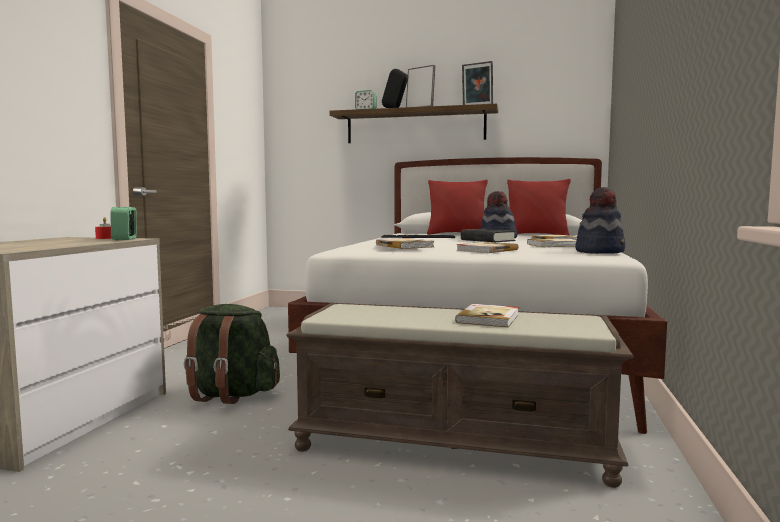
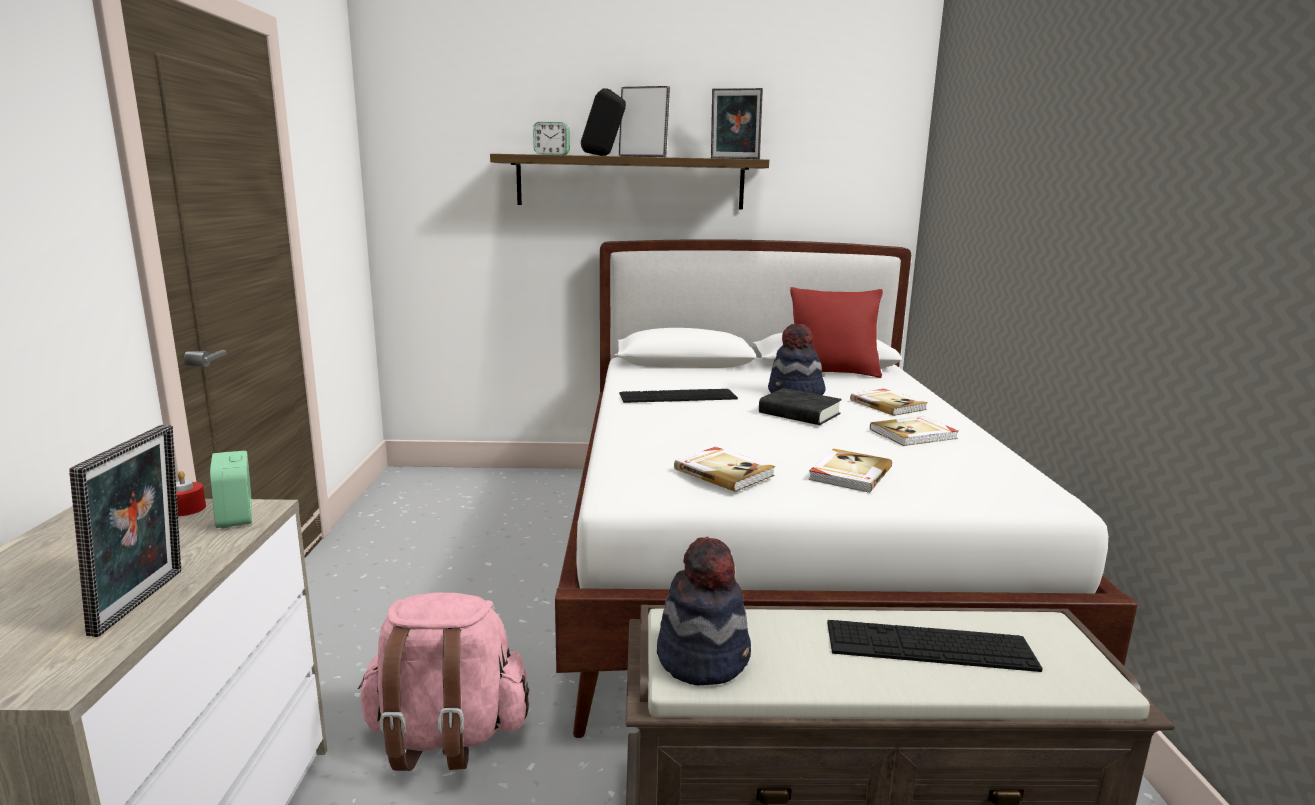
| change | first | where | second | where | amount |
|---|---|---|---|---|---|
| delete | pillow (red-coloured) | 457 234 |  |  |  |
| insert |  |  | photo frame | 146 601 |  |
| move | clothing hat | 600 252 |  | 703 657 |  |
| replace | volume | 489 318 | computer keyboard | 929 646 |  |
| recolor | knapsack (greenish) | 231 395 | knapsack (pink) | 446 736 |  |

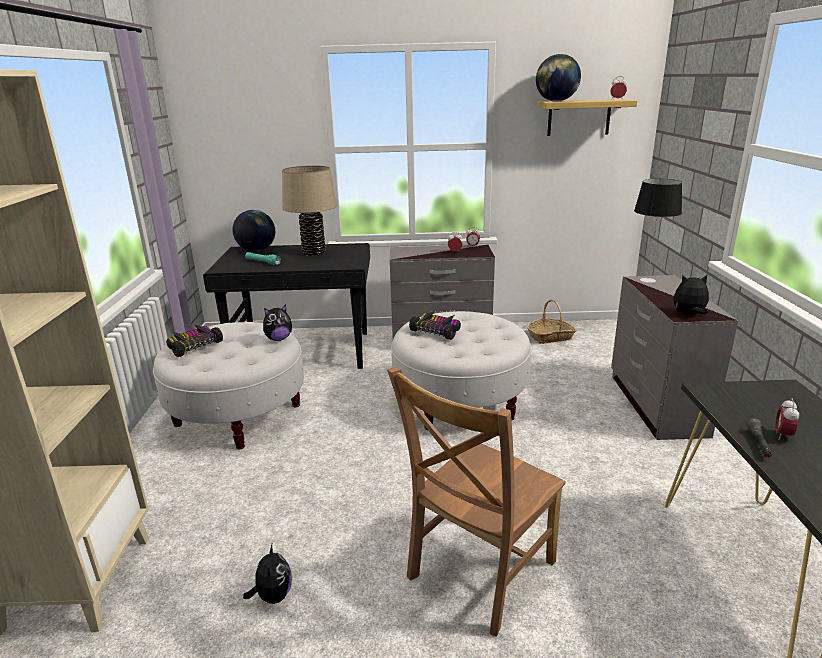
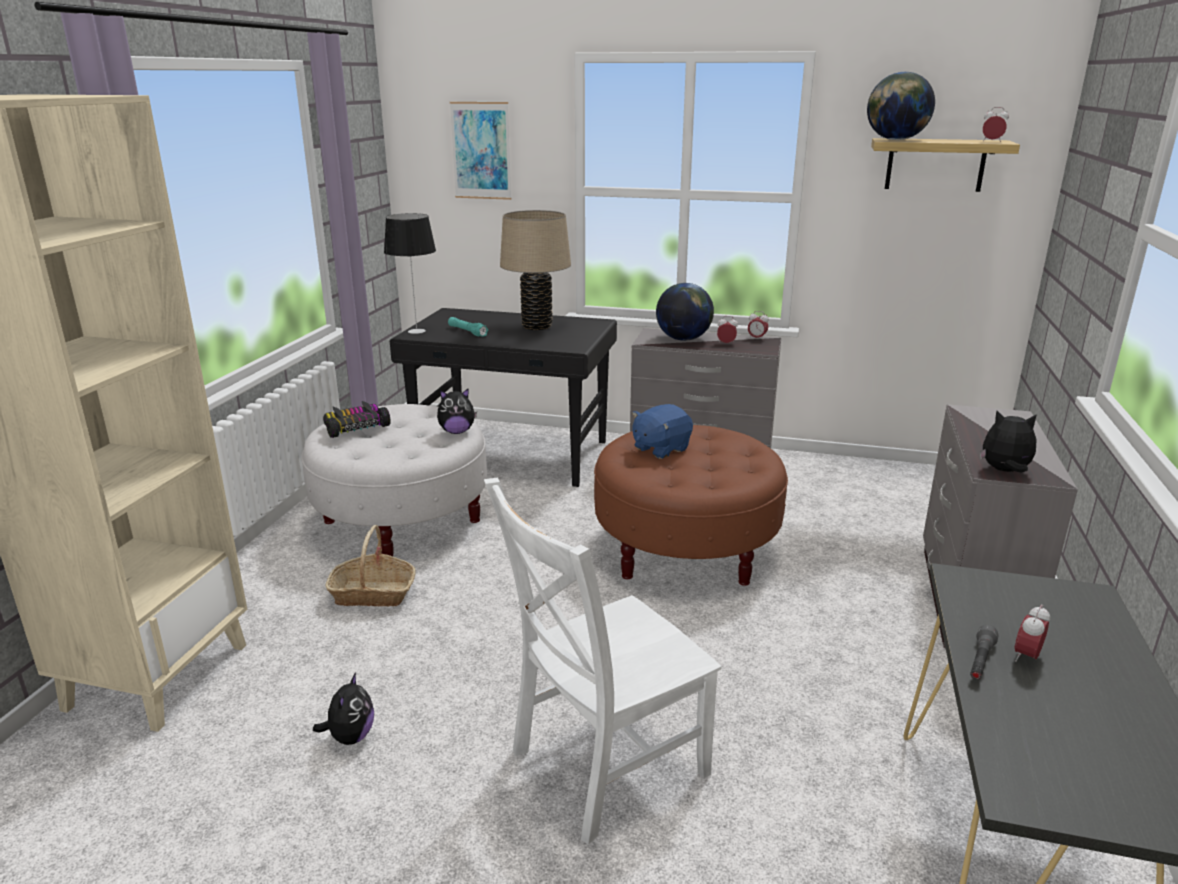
| change | first | where | second | where | amount |
|---|---|---|---|---|---|
| insert |  |  | wall picture | 481 151 |  |
| move | globe | 256 250 |  | 683 339 |  |
| move | basket | 550 337 |  | 373 593 |  |
| move | lamp for a table | 647 280 |  | 416 331 |  |
| replace | model car | 436 331 | soft toy (blue) | 660 448 |  |
| recolor | plain chair (brown) | 478 573 | plain chair (white) | 602 766 |  |
| recolor | ottoman (white) | 460 401 | ottoman (brown) | 686 549 |  |

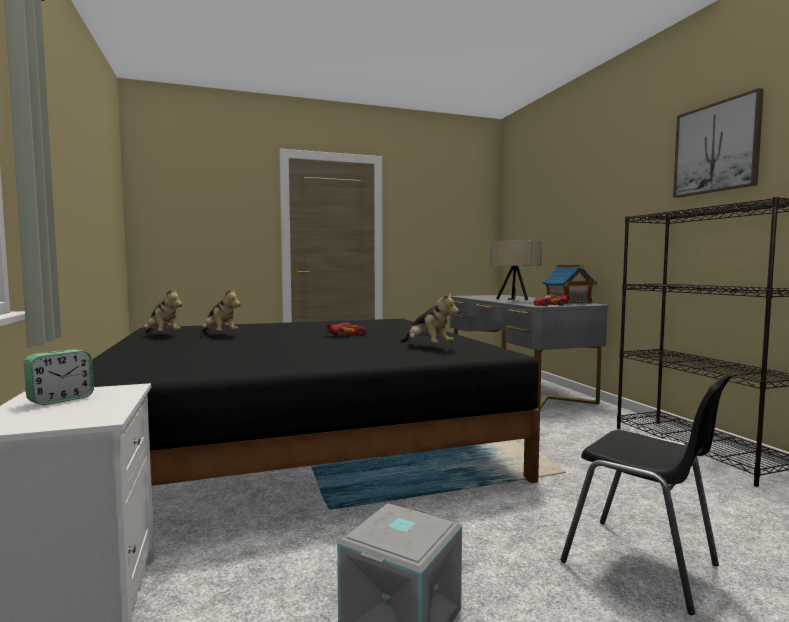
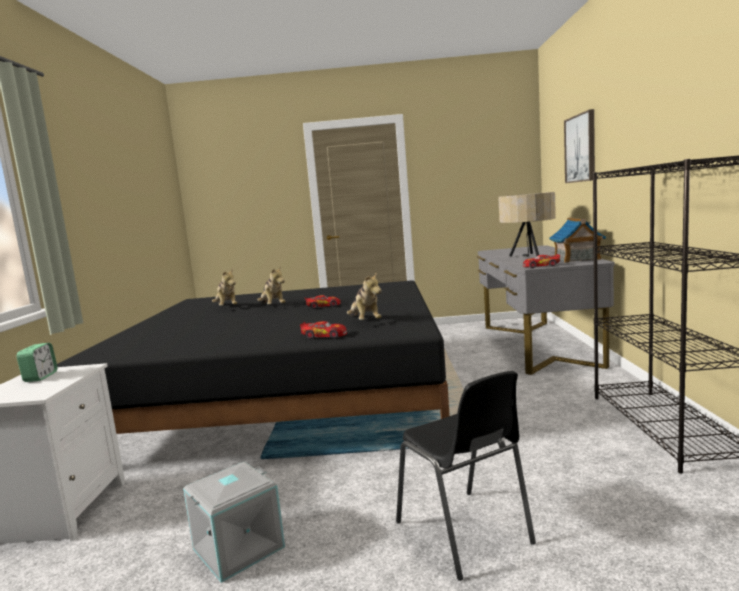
| change | first | where | second | where | amount |
|---|---|---|---|---|---|
| insert |  |  | model car | 325 336 |  |
| move | soft toy | 162 335 |  | 272 306 |  |
| move | wall picture | 716 148 |  | 581 148 |  |
| rotate | alarm clock | 61 399 |  | 40 377 | 60 degrees counterclockwise |

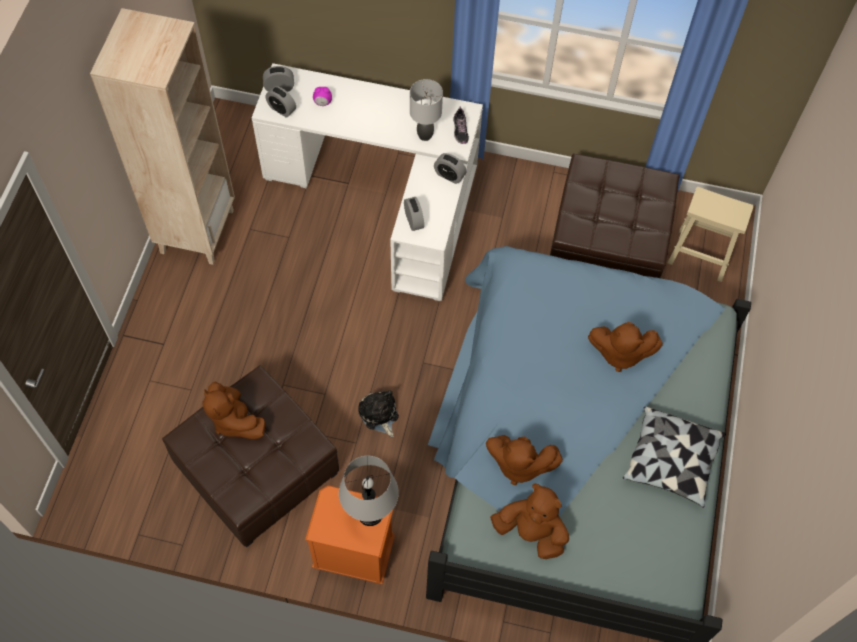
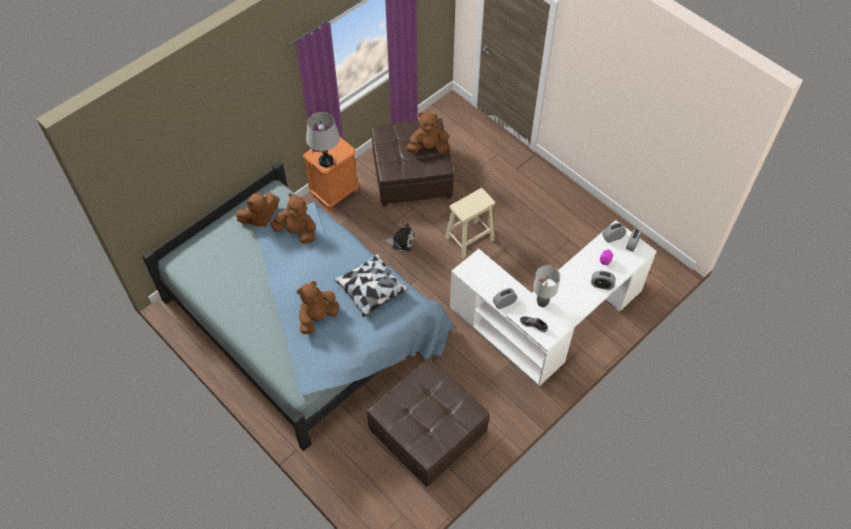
| change | first | where | second | where | amount |
|---|---|---|---|---|---|
| delete | bookcase (beige) | 197 230 |  |  |  |
| move | alarm clock | 413 220 |  | 601 285 |  |
| move | pillow | 671 462 |  | 370 289 |  |
| move | stool (beige) | 699 255 |  | 470 238 |  |
| rotate | soft toy (brown) | 518 464 |  | 297 232 | 60 degrees clockwise |

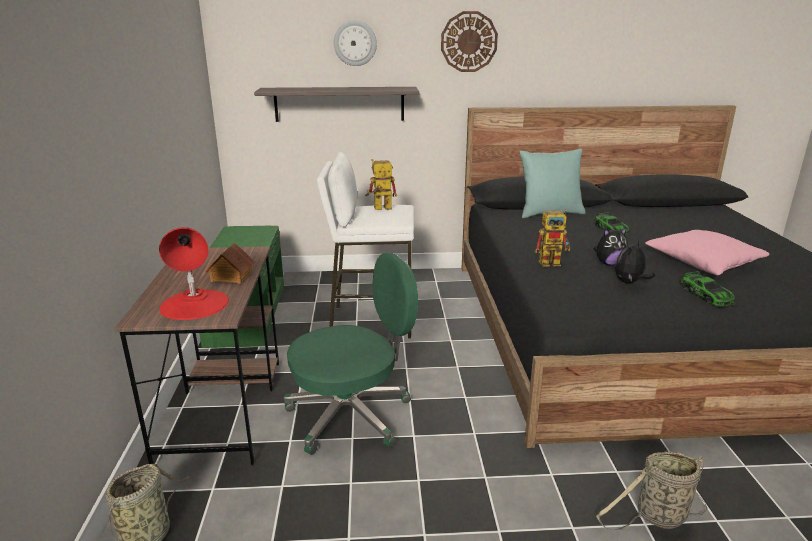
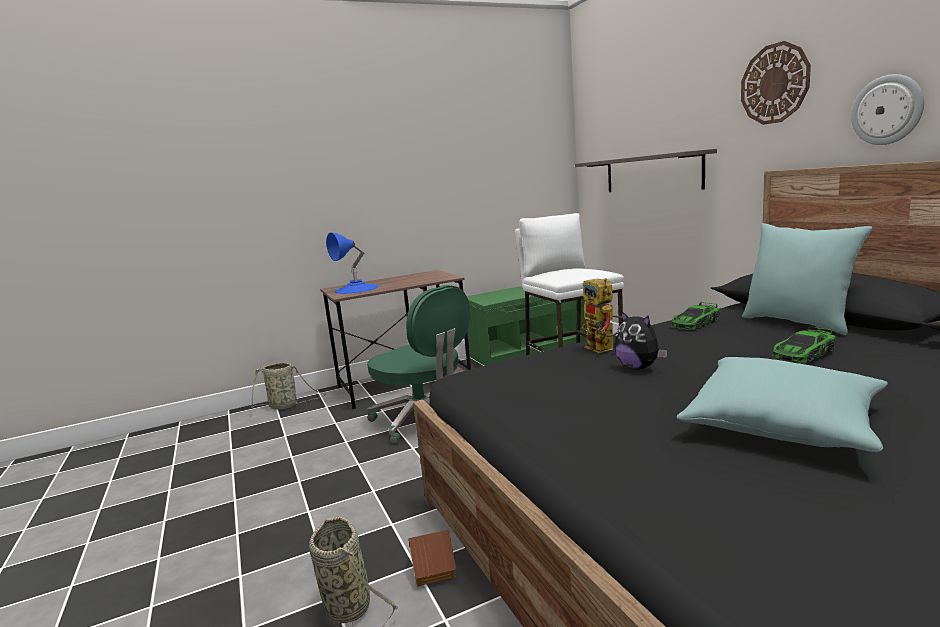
| change | first | where | second | where | amount |
|---|---|---|---|---|---|
| delete | model robot | 378 209 |  |  |  |
| delete | soft toy | 629 282 |  |  |  |
| move | model house | 231 276 |  | 432 568 |  |
| move | clock on the wall | 355 43 |  | 887 110 |  |
| move | model car | 706 295 |  | 695 323 |  |
| recolor | lamp for a table (red-coloured) | 195 304 | lamp for a table (blue) | 356 289 |  |
| recolor | pillow (pink) | 702 263 | pillow (blue-green) | 782 425 |  |

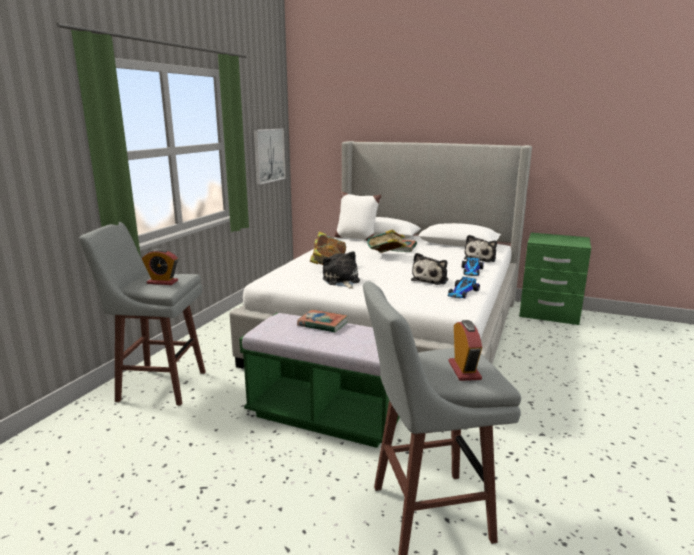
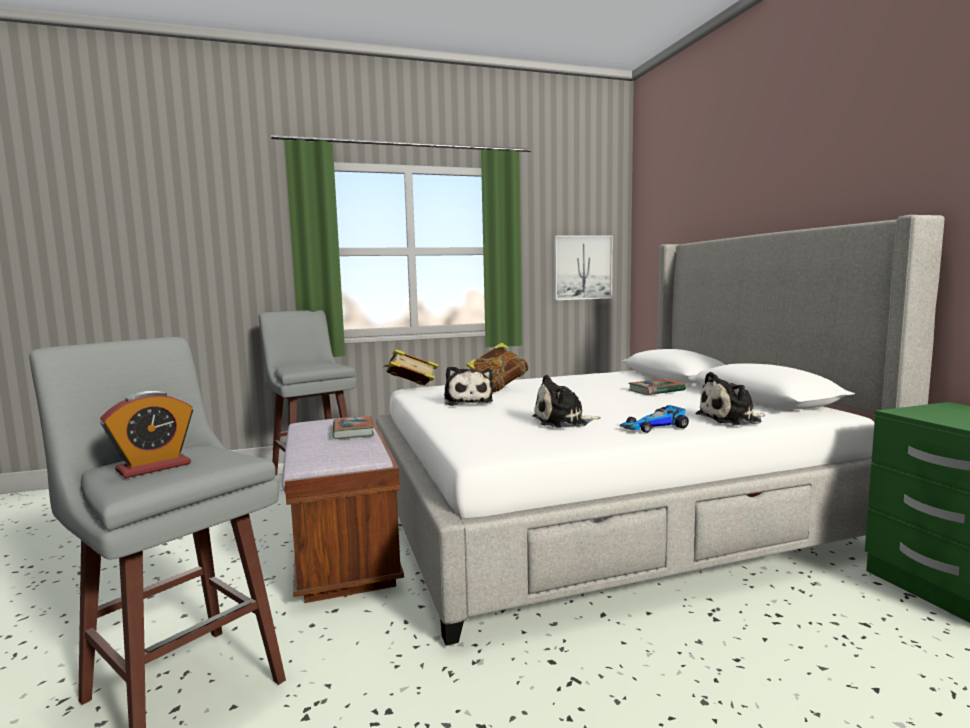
| change | first | where | second | where | amount |
|---|---|---|---|---|---|
| delete | alarm clock | 162 282 |  |  |  |
| delete | pillow (white) | 356 238 |  |  |  |
| delete | model car | 462 293 |  |  |  |
| move | volume | 386 256 |  | 411 388 |  |
| recolor | long seat (greenish) | 326 415 | long seat (brown) | 344 552 |  |
| rotate | soft toy | 341 281 |  | 467 401 | 135 degrees clockwise |

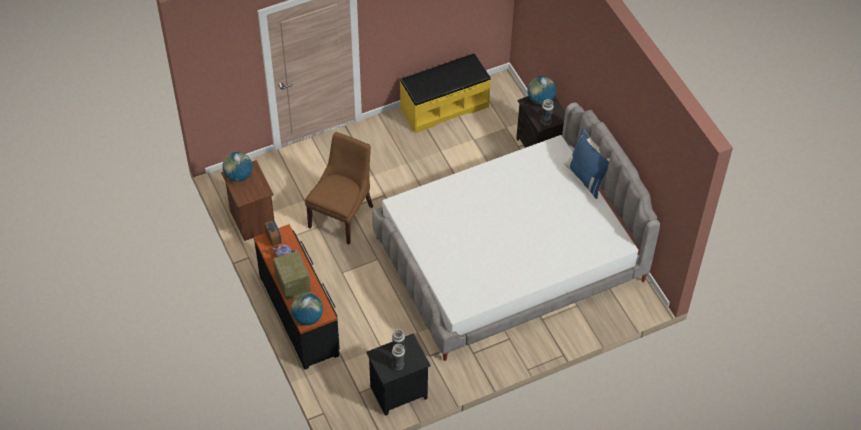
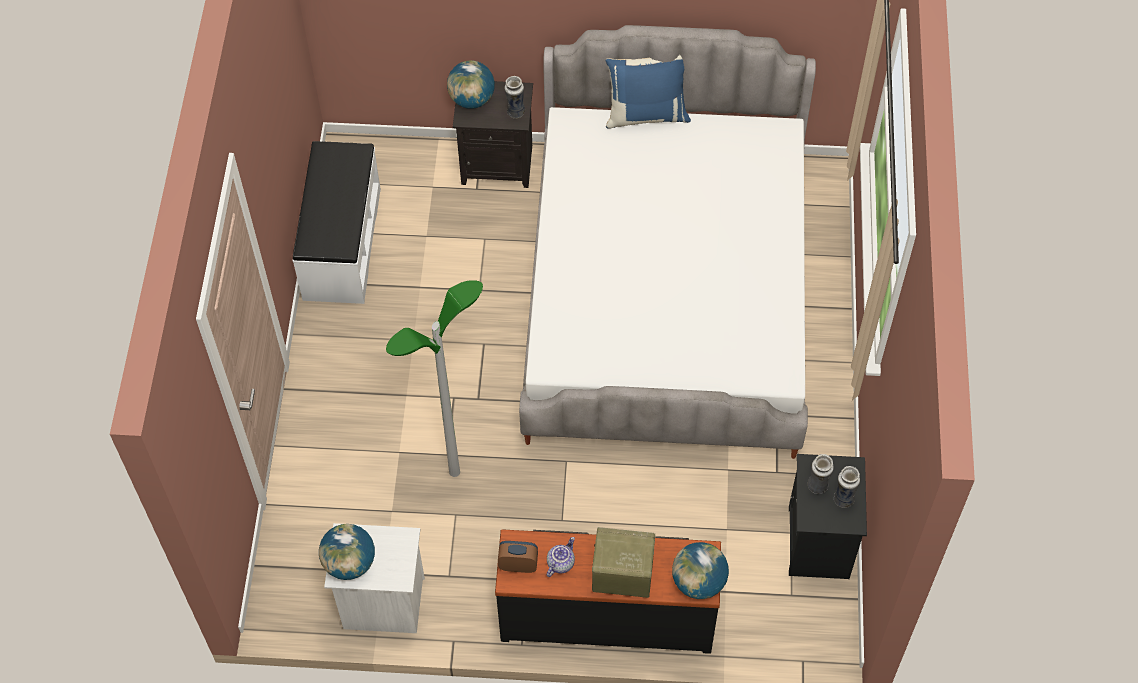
| change | first | where | second | where | amount |
|---|---|---|---|---|---|
| replace | plain chair (brown) | 342 215 | floor lamp | 454 471 |  |
| recolor | night table (brown) | 251 220 | night table (white) | 383 605 |  |
| recolor | long seat (yellow) | 444 107 | long seat (white) | 341 244 |  |

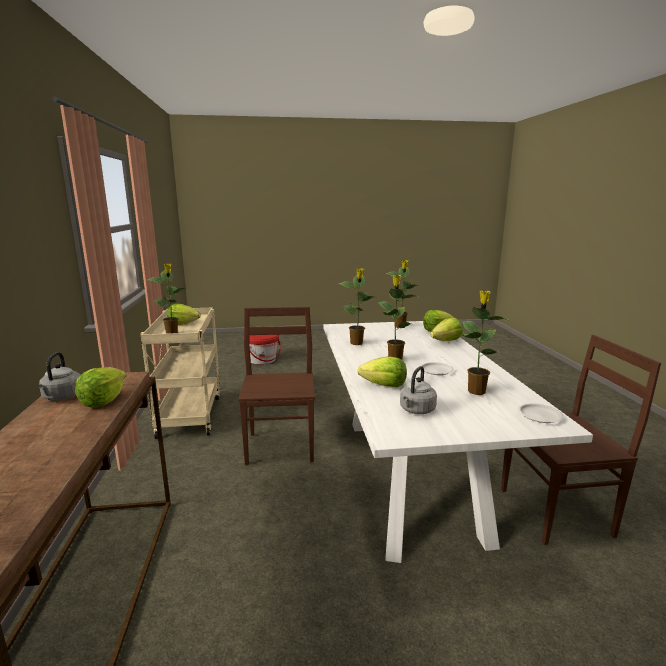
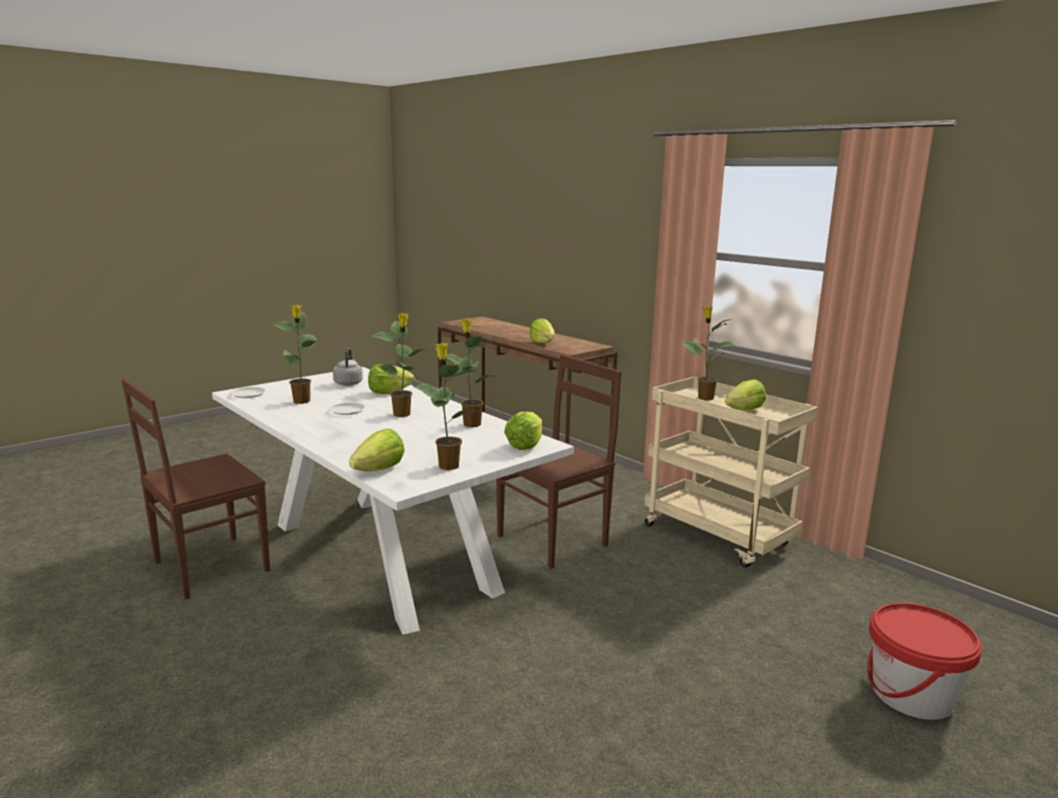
| change | first | where | second | where | amount |
|---|---|---|---|---|---|
| delete | tea kettle (grey) | 62 397 |  |  |  |
| move | lettuce | 446 341 |  | 525 445 |  |
| rotate | plain chair (brown) | 280 446 |  | 554 539 | 90 degrees counterclockwise |

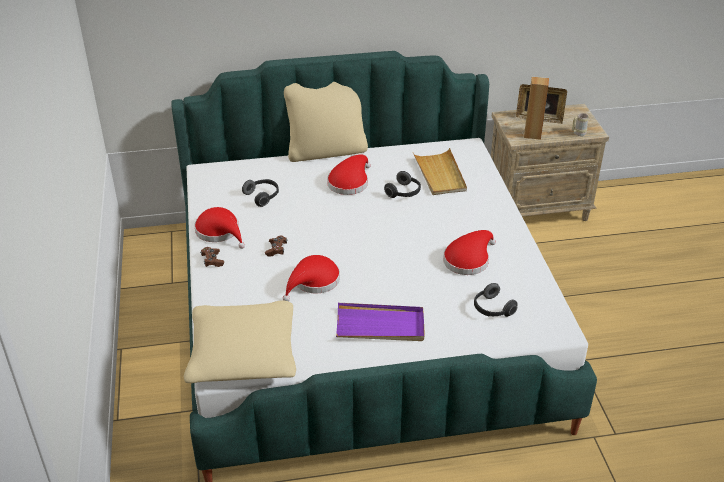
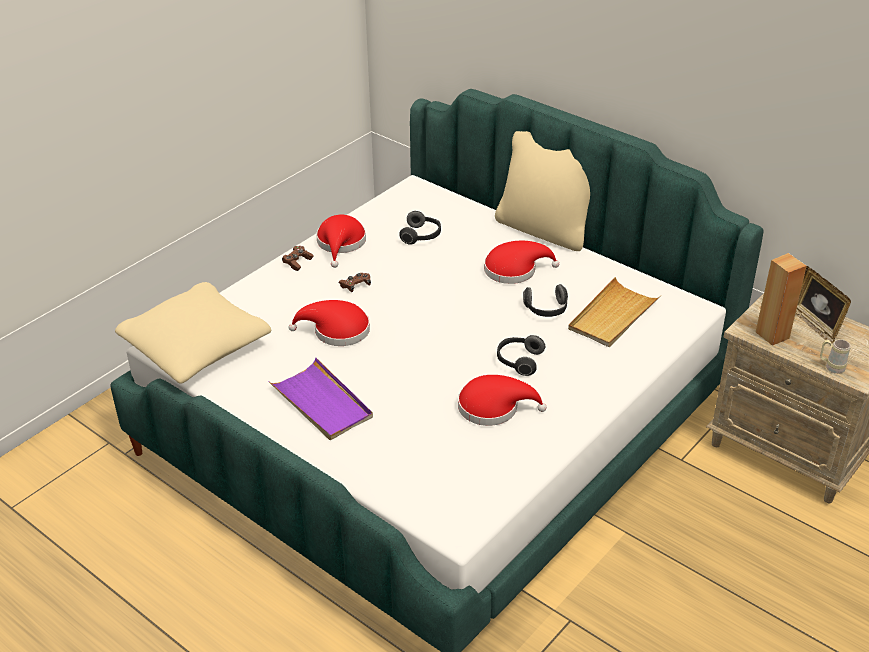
| change | first | where | second | where | amount |
|---|---|---|---|---|---|
| move | headset | 492 309 |  | 518 361 |  |

